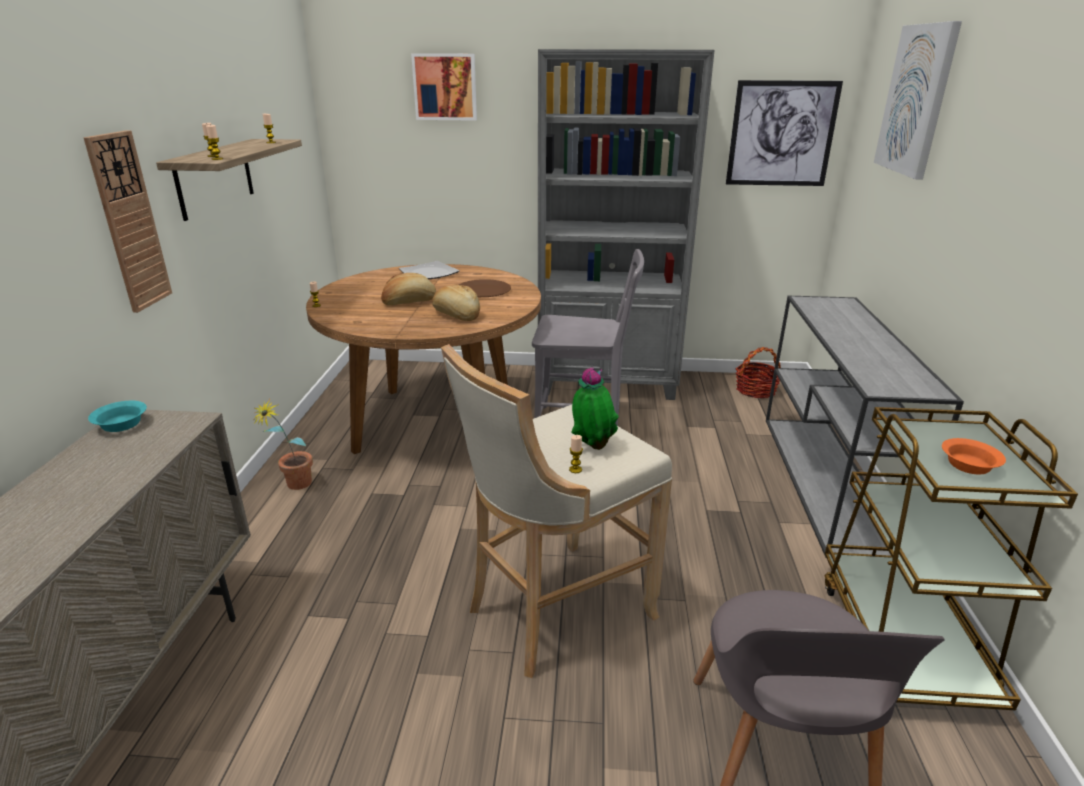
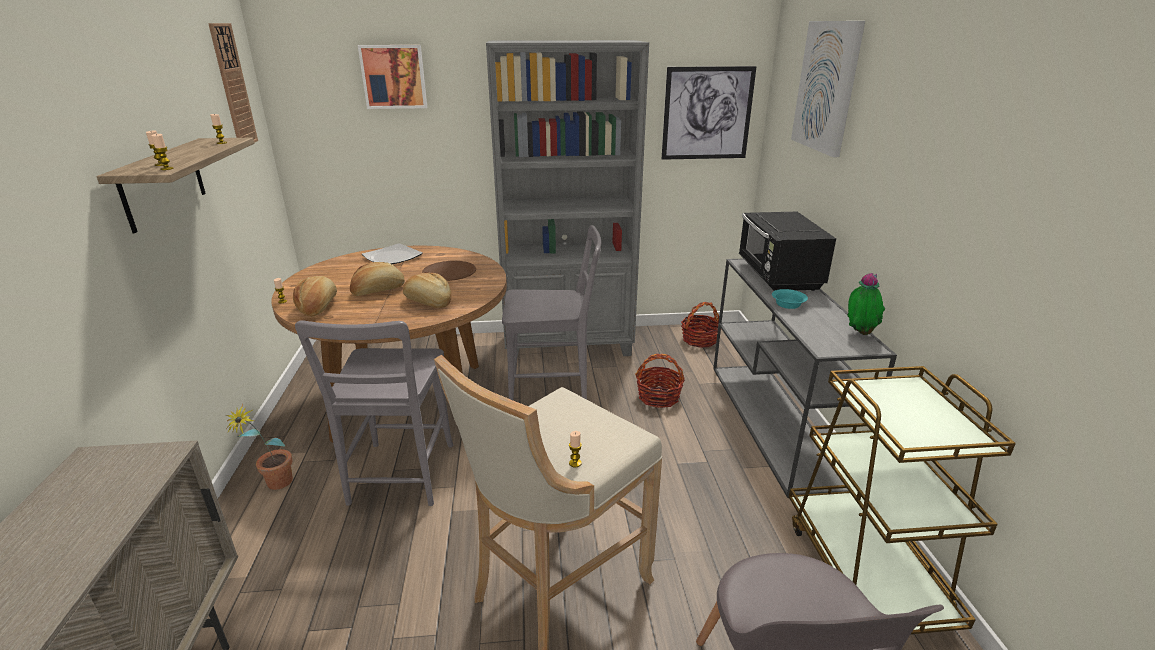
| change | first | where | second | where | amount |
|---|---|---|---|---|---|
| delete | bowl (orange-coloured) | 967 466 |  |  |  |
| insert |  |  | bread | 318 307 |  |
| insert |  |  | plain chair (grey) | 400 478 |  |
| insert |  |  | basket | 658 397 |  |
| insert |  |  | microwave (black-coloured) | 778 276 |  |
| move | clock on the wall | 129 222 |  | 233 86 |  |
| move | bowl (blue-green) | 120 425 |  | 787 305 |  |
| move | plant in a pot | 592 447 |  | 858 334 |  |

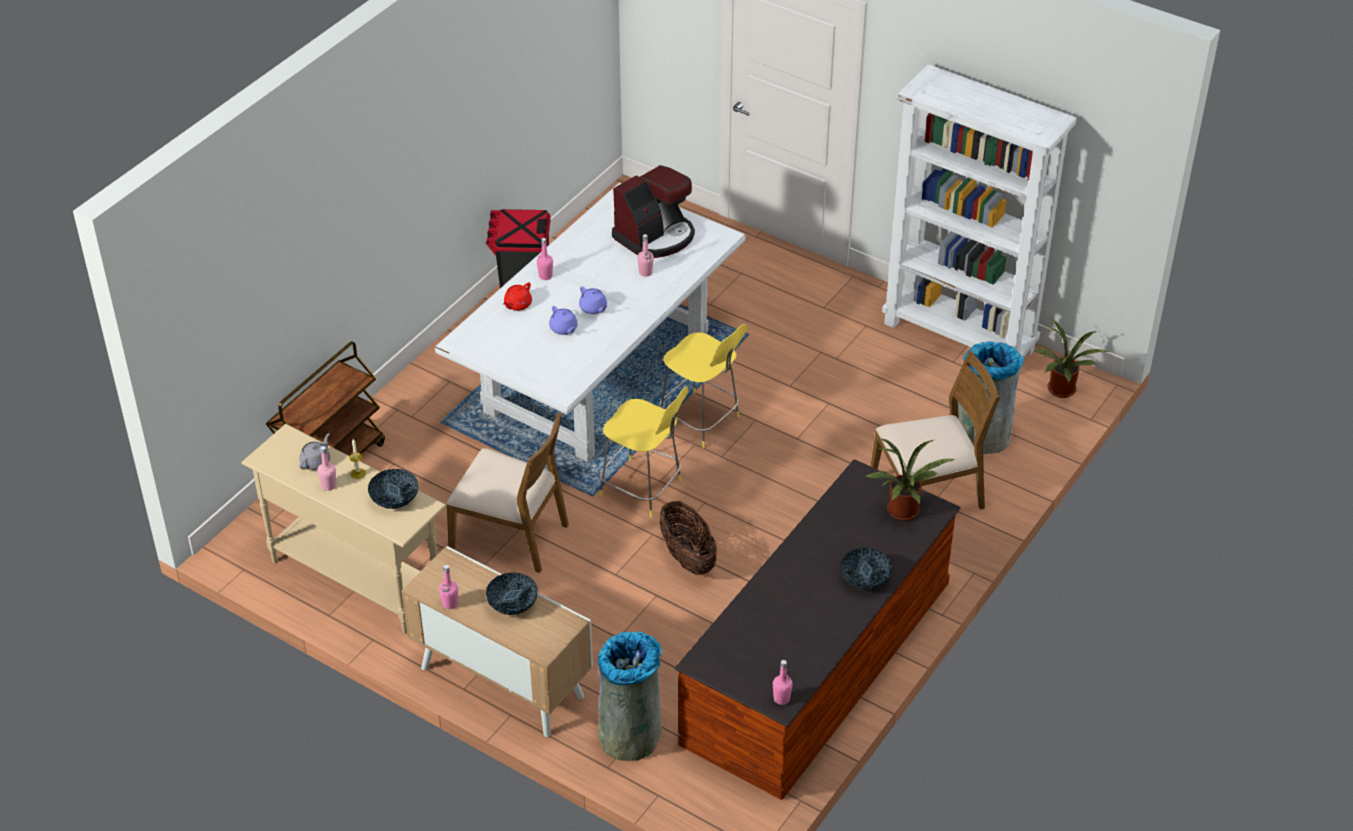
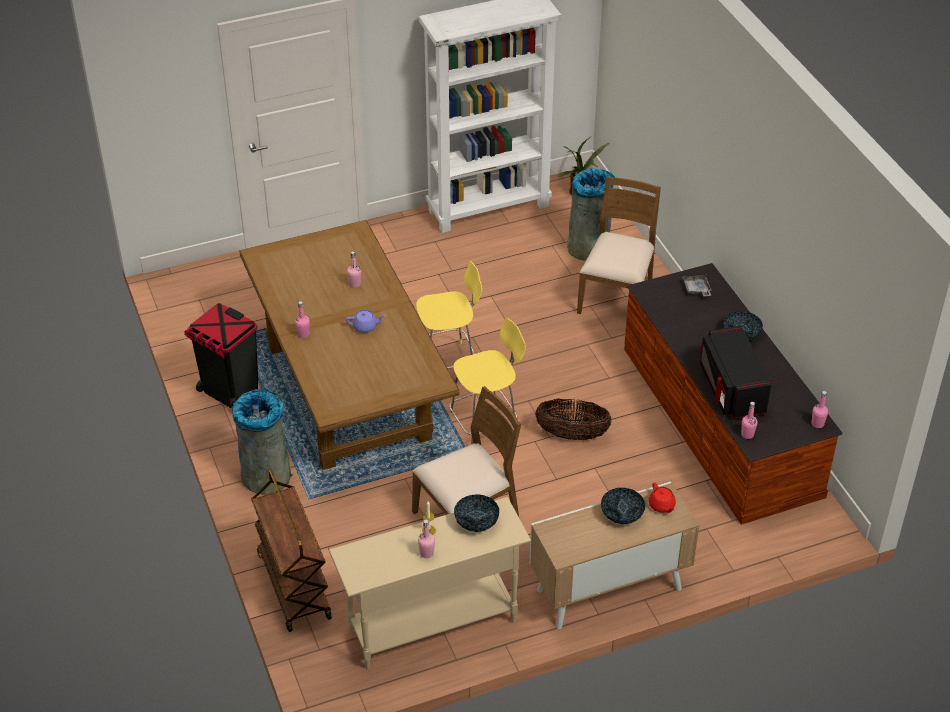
| change | first | where | second | where | amount |
|---|---|---|---|---|---|
| delete | teapot (grey) | 316 461 |  |  |  |
| delete | teapot (purple) | 564 329 |  |  |  |
| delete | coffee maker | 655 236 |  |  |  |
| insert |  |  | microwave (black-coloured) | 730 389 |  |
| move | beverage bottle (pink) | 450 604 |  | 747 434 |  |
| move | teapot (red-coloured) | 517 305 |  | 662 506 |  |
| move | trash can (grey) | 630 734 |  | 265 475 |  |
| replace | plant in a pot | 902 513 | serving tray (grey) | 696 289 |  |
| recolor | kitchen table (white) | 597 376 | kitchen table (brown) | 348 392 |  |

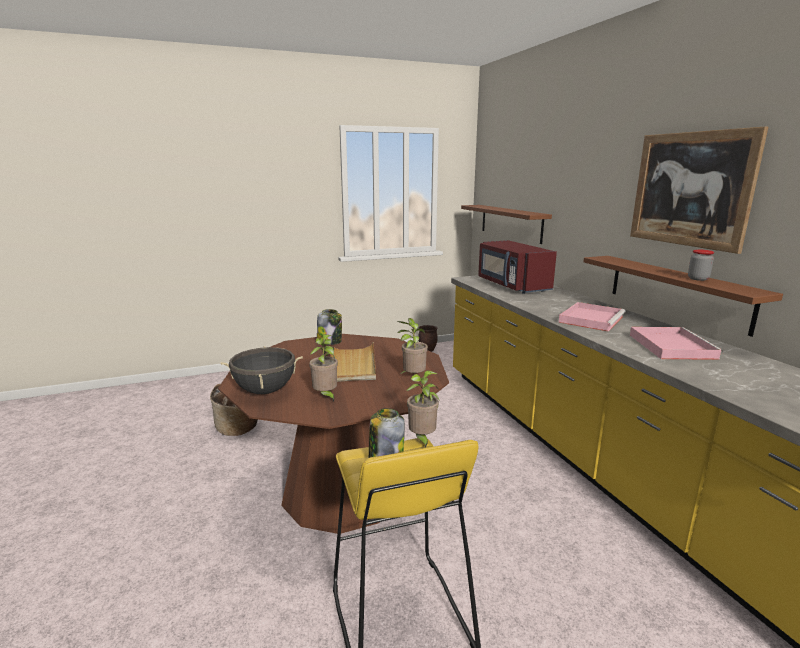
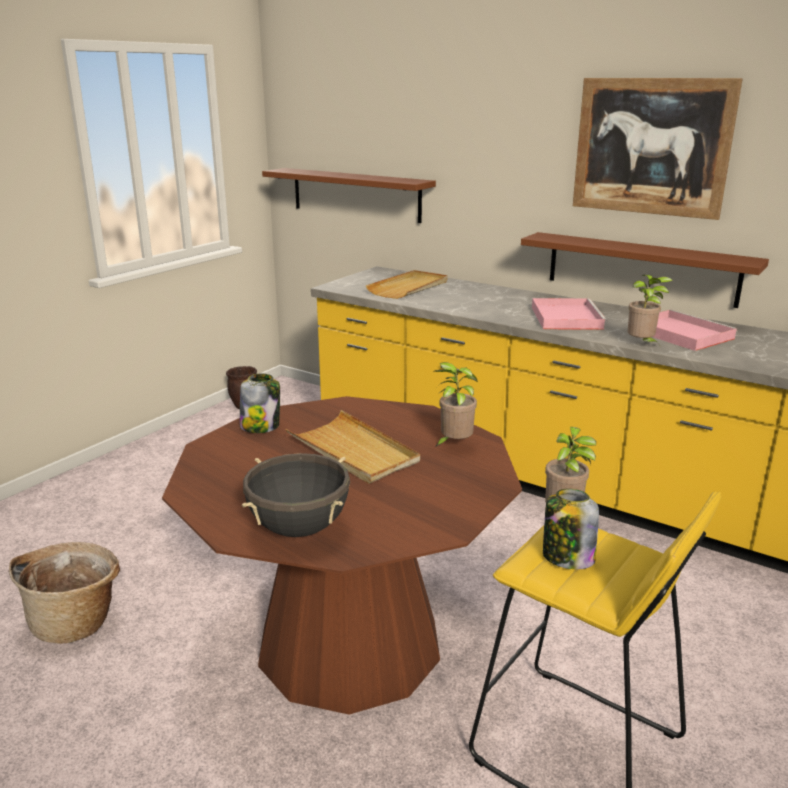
| change | first | where | second | where | amount |
|---|---|---|---|---|---|
| delete | jar | 698 279 |  |  |  |
| move | plant in a pot | 325 396 |  | 642 345 |  |
| replace | microwave (red-coloured) | 511 285 | serving tray (beige) | 409 287 |  |

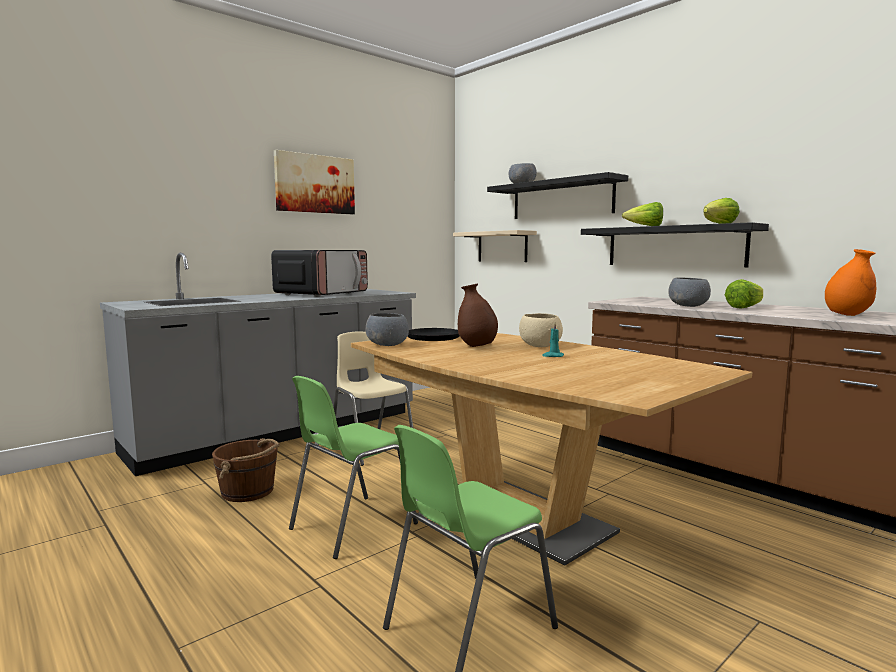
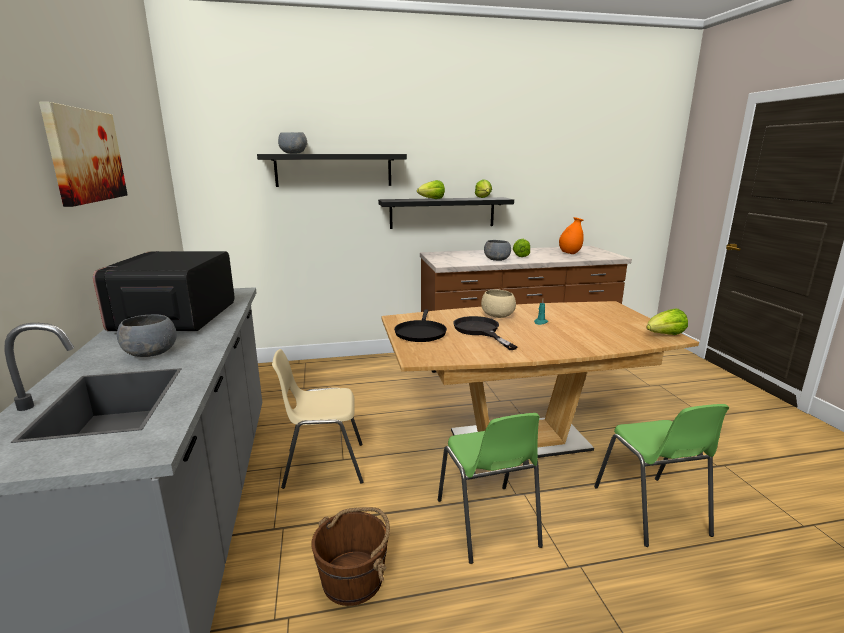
| change | first | where | second | where | amount |
|---|---|---|---|---|---|
| delete | bracket shelf (beige) | 502 246 |  |  |  |
| insert |  |  | lettuce | 664 336 |  |
| move | bowl (grey) | 388 345 |  | 152 353 |  |
| replace | vase (brown) | 477 346 | frying pan (black-coloured) | 480 331 |  |
| rotate | microwave | 322 294 |  | 176 319 | 150 degrees counterclockwise |

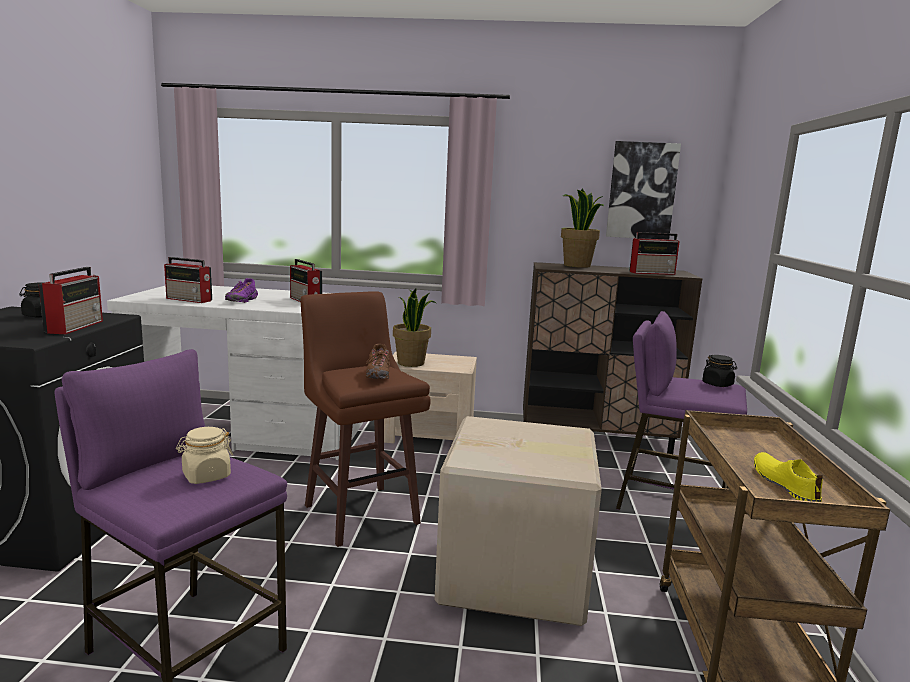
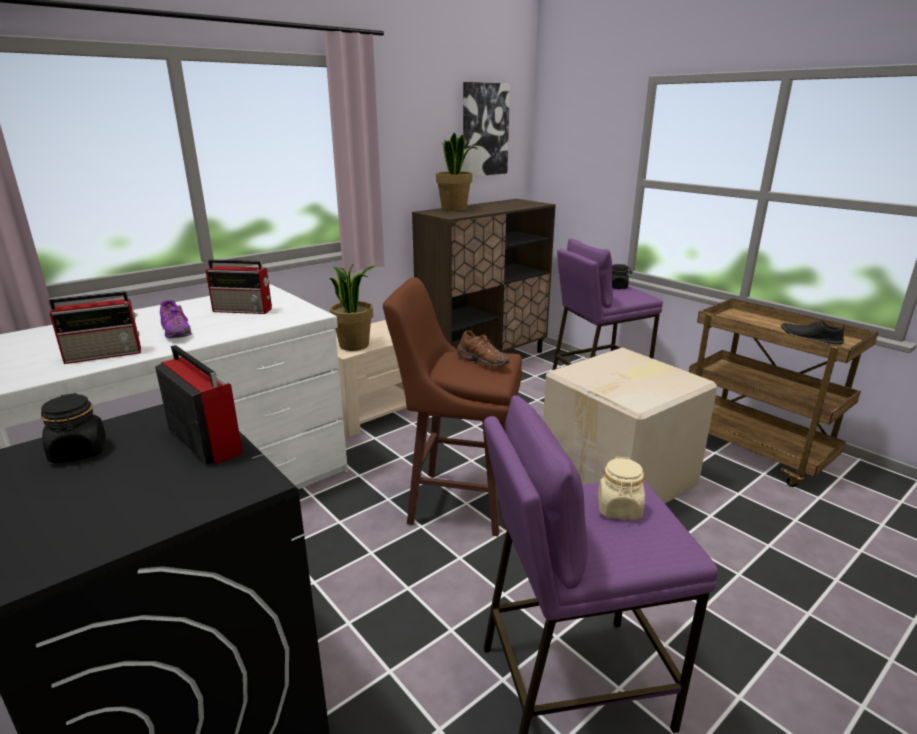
| change | first | where | second | where | amount |
|---|---|---|---|---|---|
| delete | radio receiver | 653 273 |  |  |  |
| recolor | shoe (yellow) | 784 483 | shoe (black-coloured) | 810 337 |  |

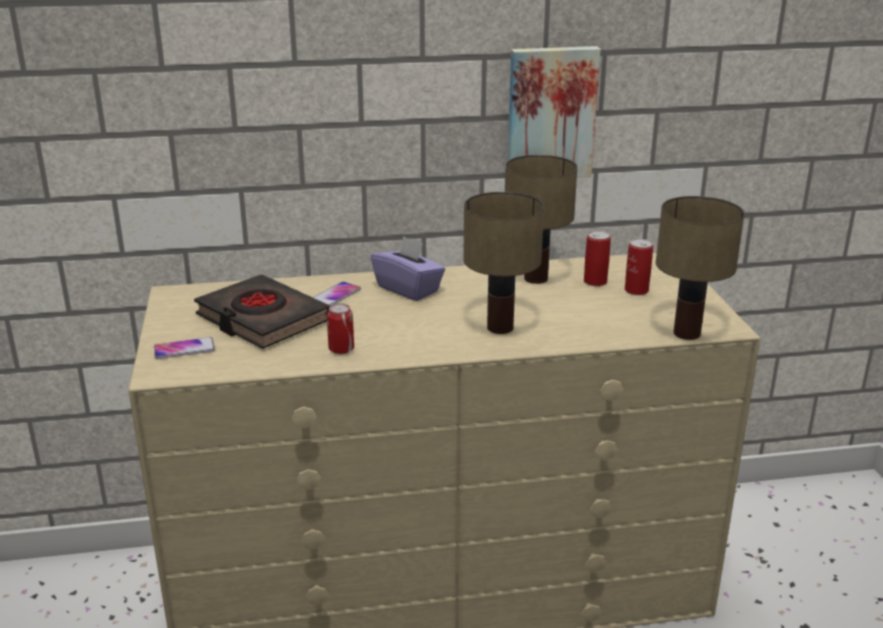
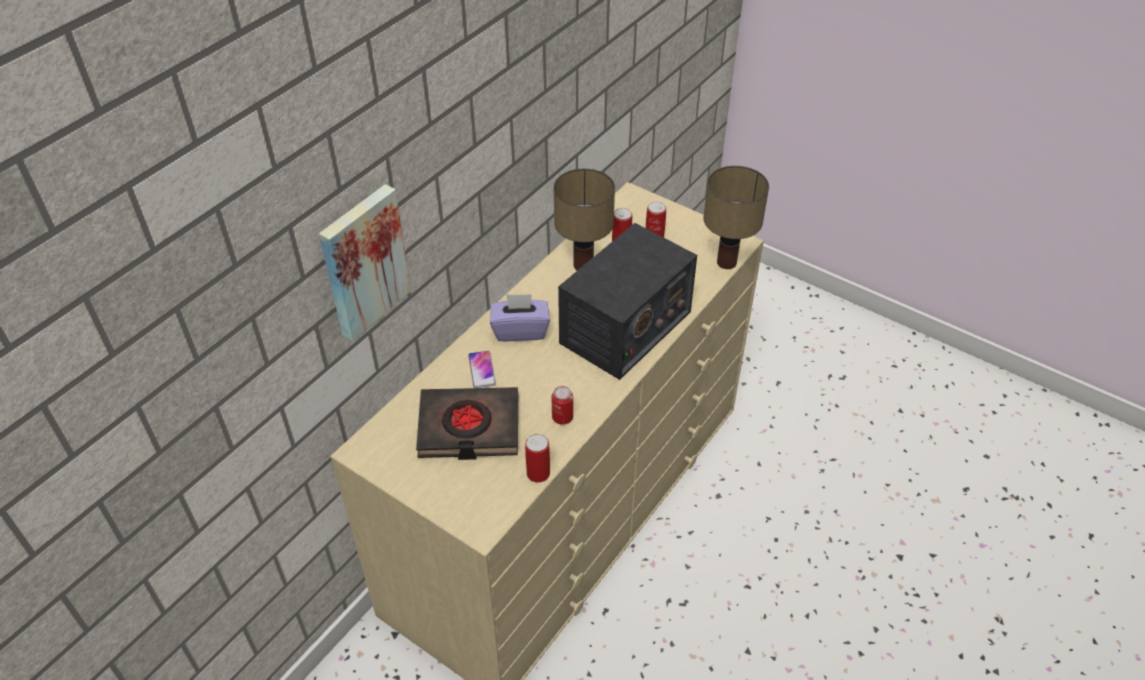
| change | first | where | second | where | amount |
|---|---|---|---|---|---|
| delete | telephone | 184 349 |  |  |  |
| insert |  |  | sealed can | 538 473 |  |
| move | wall picture | 550 113 |  | 363 261 |  |
| replace | lamp for a table | 501 327 | radio receiver | 625 328 |  |

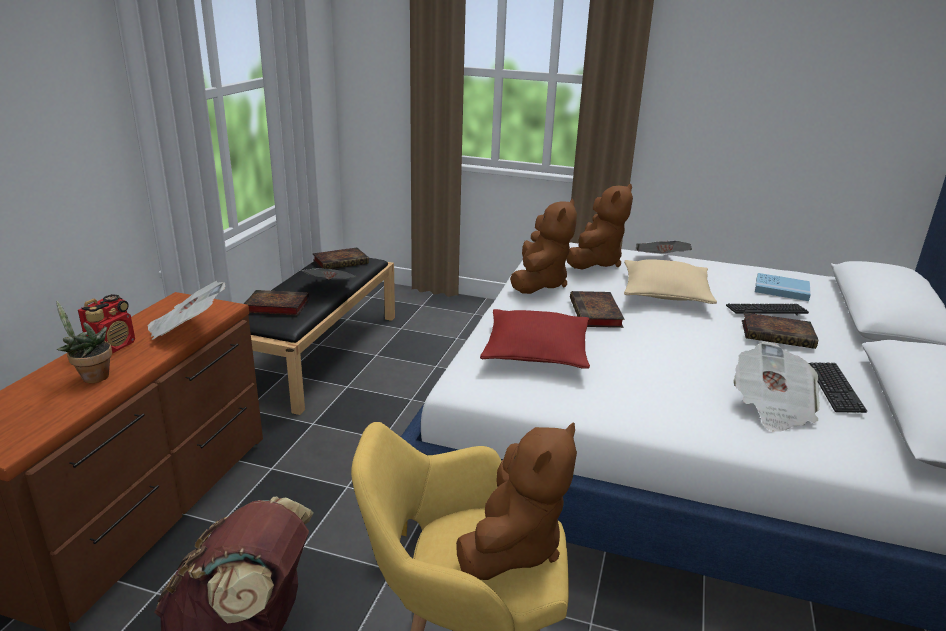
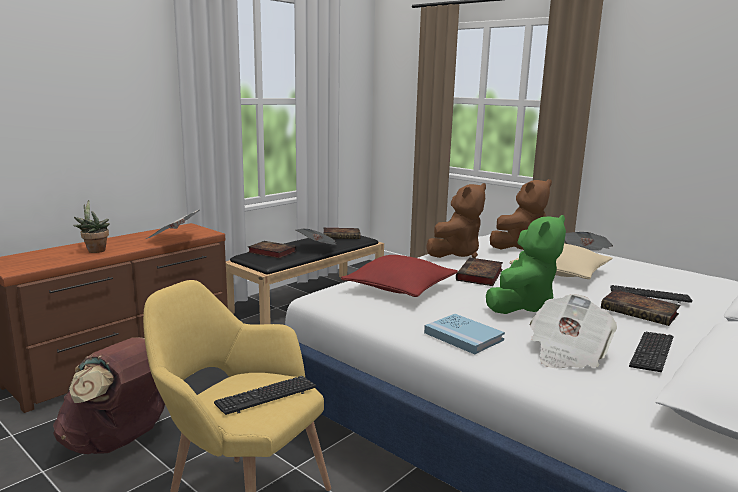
| change | first | where | second | where | amount |
|---|---|---|---|---|---|
| delete | radio receiver | 113 347 |  |  |  |
| insert |  |  | soft toy (greenish) | 521 306 |  |
| move | volume (blue) | 781 289 |  | 463 336 |  |
| replace | soft toy (brown) | 513 546 | computer keyboard | 266 396 |  |

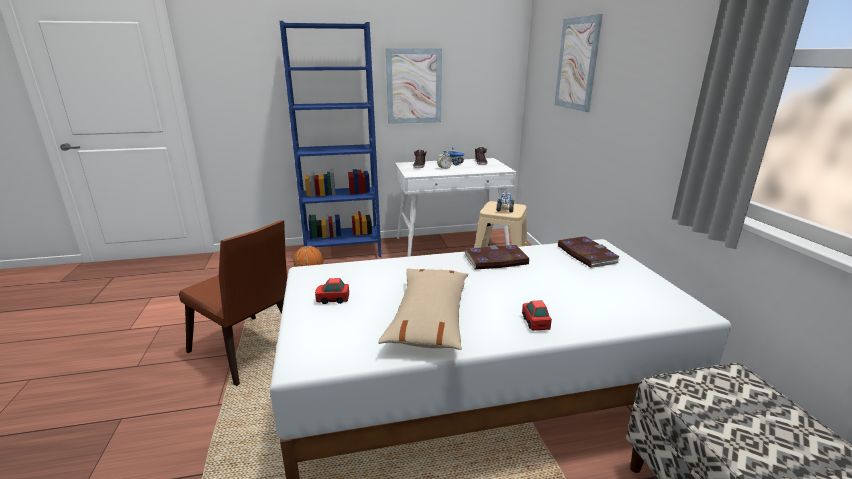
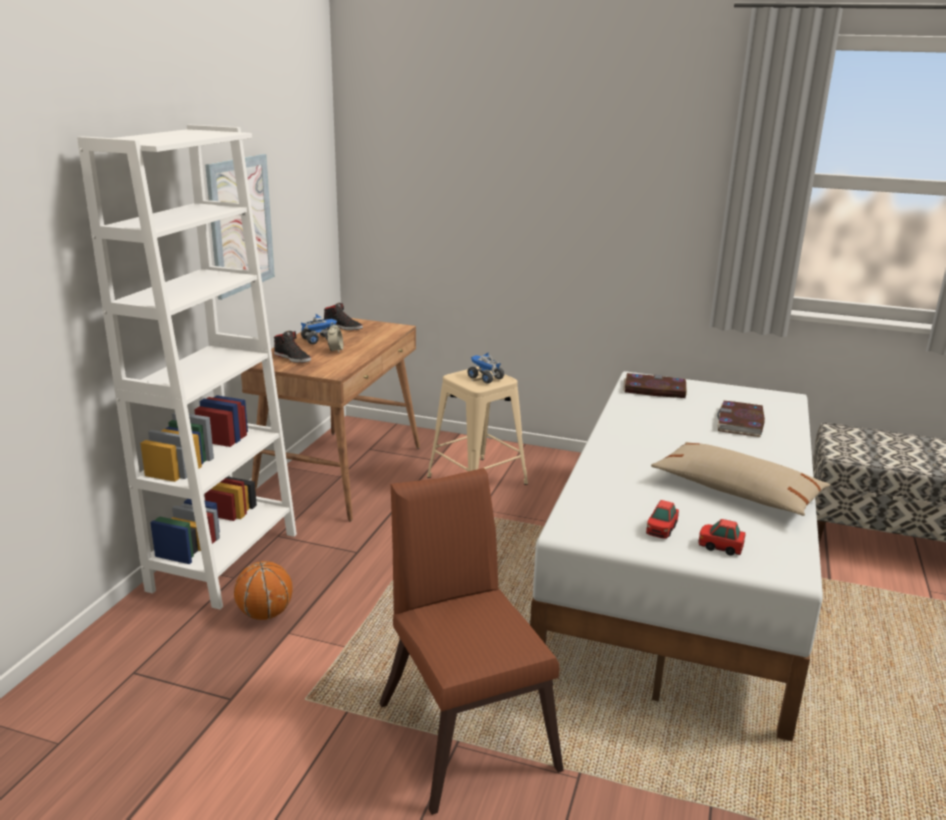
| change | first | where | second | where | amount |
|---|---|---|---|---|---|
| delete | wall picture | 577 64 |  |  |  |
| move | volume | 495 260 |  | 740 422 |  |
| move | model car | 535 322 |  | 720 547 |  |
| recolor | bookcase (blue) | 343 251 | bookcase (white) | 224 561 |  |
| recolor | desk unit (white) | 451 246 | desk unit (brown) | 340 472 |  |
| rotate | plain chair (brown) | 249 352 |  | 465 726 | 90 degrees counterclockwise |

